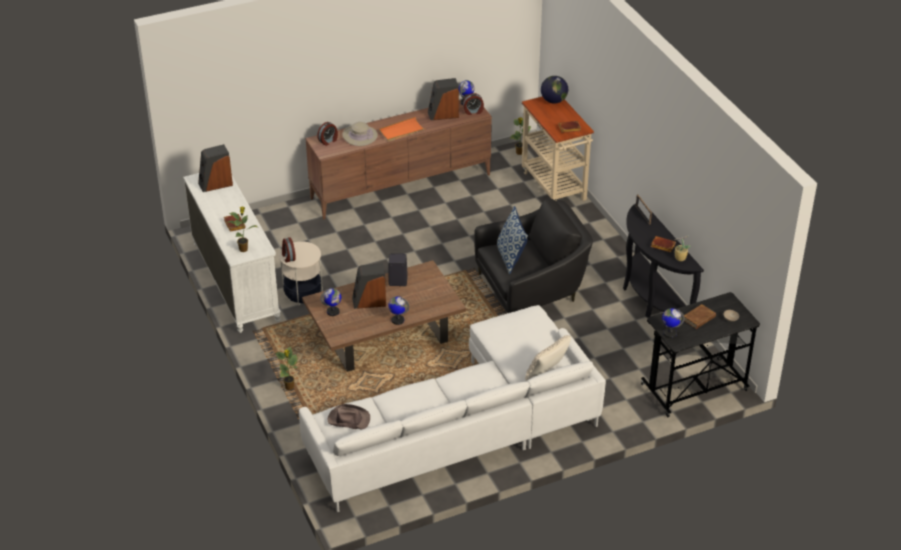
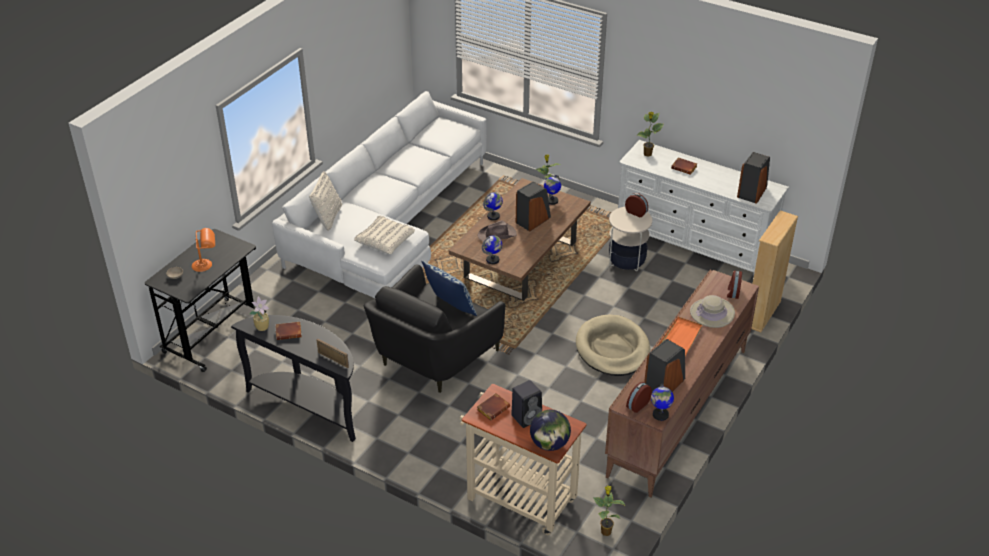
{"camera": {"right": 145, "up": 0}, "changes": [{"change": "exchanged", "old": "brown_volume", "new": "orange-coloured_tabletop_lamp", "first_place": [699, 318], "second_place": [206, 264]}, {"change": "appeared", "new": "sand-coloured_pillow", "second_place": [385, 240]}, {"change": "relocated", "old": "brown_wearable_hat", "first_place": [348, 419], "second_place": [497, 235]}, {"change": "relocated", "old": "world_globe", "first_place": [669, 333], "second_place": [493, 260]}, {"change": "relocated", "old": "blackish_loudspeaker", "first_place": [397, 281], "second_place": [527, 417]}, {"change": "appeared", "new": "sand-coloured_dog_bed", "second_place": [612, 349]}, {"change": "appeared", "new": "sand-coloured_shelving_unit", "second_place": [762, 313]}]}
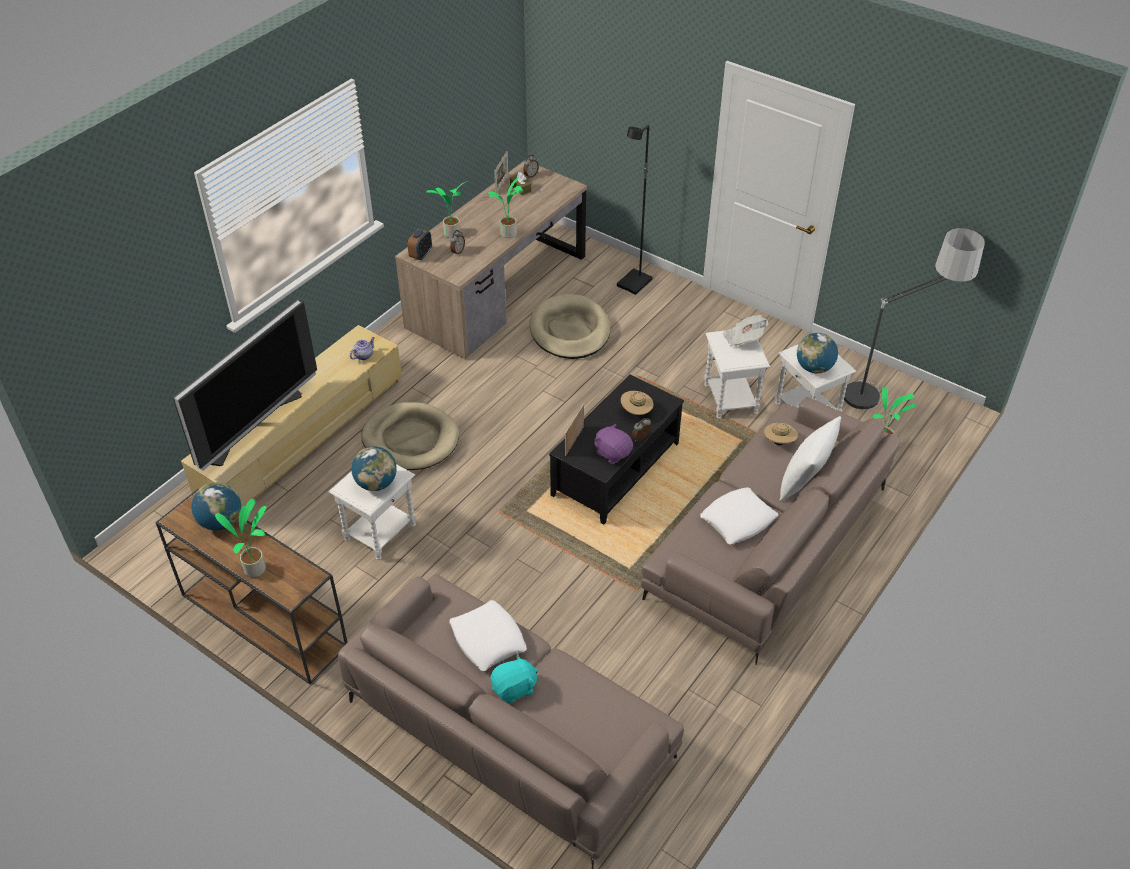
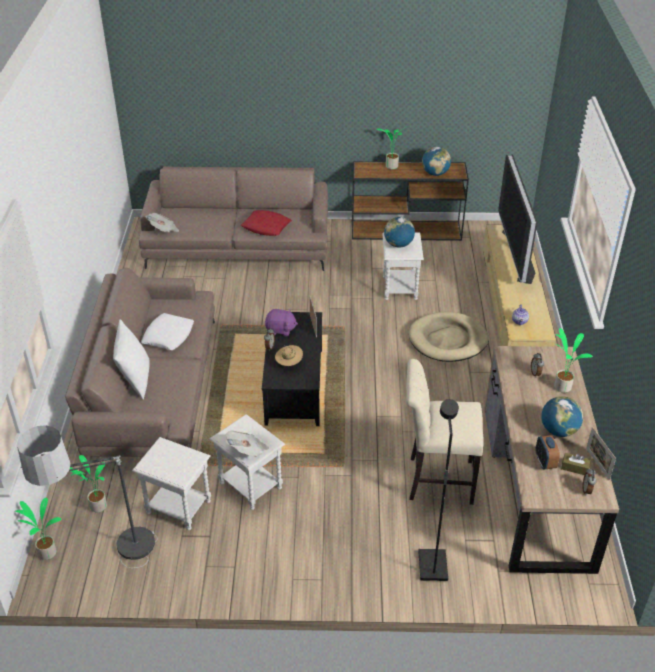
{"camera": {"right": 145, "up": -5}, "changes": [{"change": "relocated", "old": "houseplant", "first_place": [508, 234], "second_place": [47, 552]}, {"change": "appeared", "new": "printed_paper", "second_place": [163, 230]}, {"change": "colour", "old": "white-coloured_pillow", "new": "reddish_pillow", "first_place": [487, 639], "second_place": [266, 227]}, {"change": "exchanged", "old": "sand-coloured_dog_bed", "new": "sand-coloured_stool_seat", "first_place": [570, 330], "second_place": [436, 479]}, {"change": "relocated", "old": "bedside_clock", "first_place": [421, 255], "second_place": [545, 462]}, {"change": "relocated", "old": "world_globe", "first_place": [814, 368], "second_place": [558, 430]}, {"change": "missing", "old": "turquoise_cuddly_toy", "first_place": [514, 688]}, {"change": "missing", "old": "sand-coloured_wearable_hat", "first_place": [779, 442]}]}
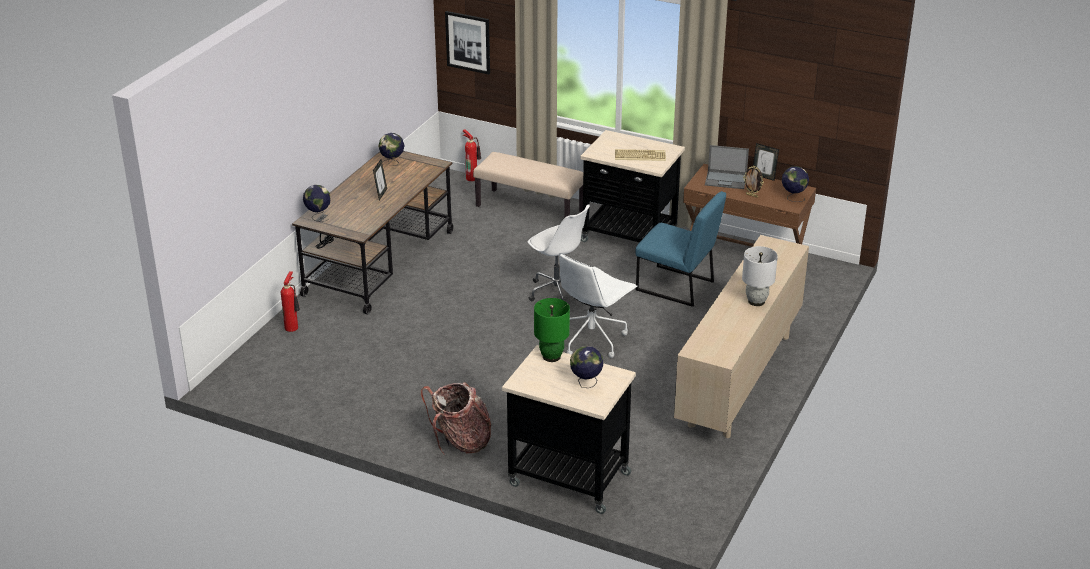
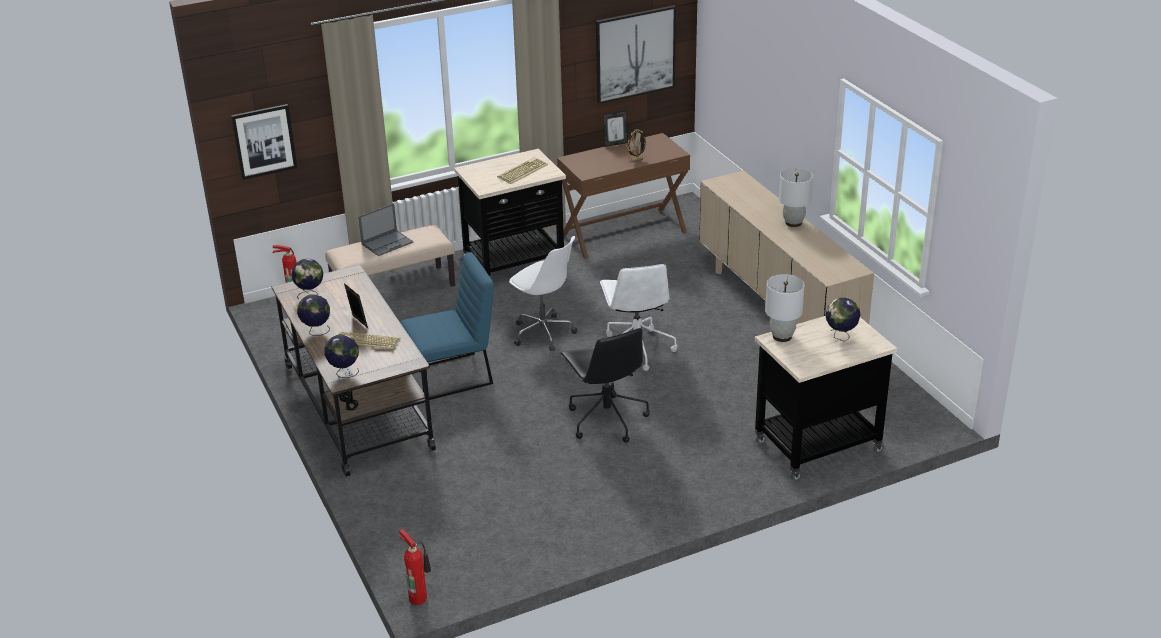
{"camera": {"right": -50, "up": 0}, "changes": [{"change": "relocated", "old": "world_globe", "first_place": [793, 198], "second_place": [316, 331]}, {"change": "appeared", "new": "keyboard", "second_place": [366, 342]}, {"change": "relocated", "old": "laptop", "first_place": [726, 180], "second_place": [387, 243]}, {"change": "relocated", "old": "fire_extinguisher", "first_place": [293, 327], "second_place": [418, 597]}, {"change": "relocated", "old": "blue-coloured_chair", "first_place": [677, 287], "second_place": [452, 376]}, {"change": "spun", "old": "white-coloured_computer_chair", "first_place": [558, 292], "second_place": [545, 334], "degrees": 45}, {"change": "appeared", "new": "blackish_computer_chair", "second_place": [605, 418]}, {"change": "appeared", "new": "picture", "second_place": [635, 54]}, {"change": "colour", "old": "green_tabletop_lamp", "new": "white-coloured_tabletop_lamp", "first_place": [551, 356], "second_place": [782, 336]}, {"change": "missing", "old": "knapsack", "first_place": [461, 442]}]}
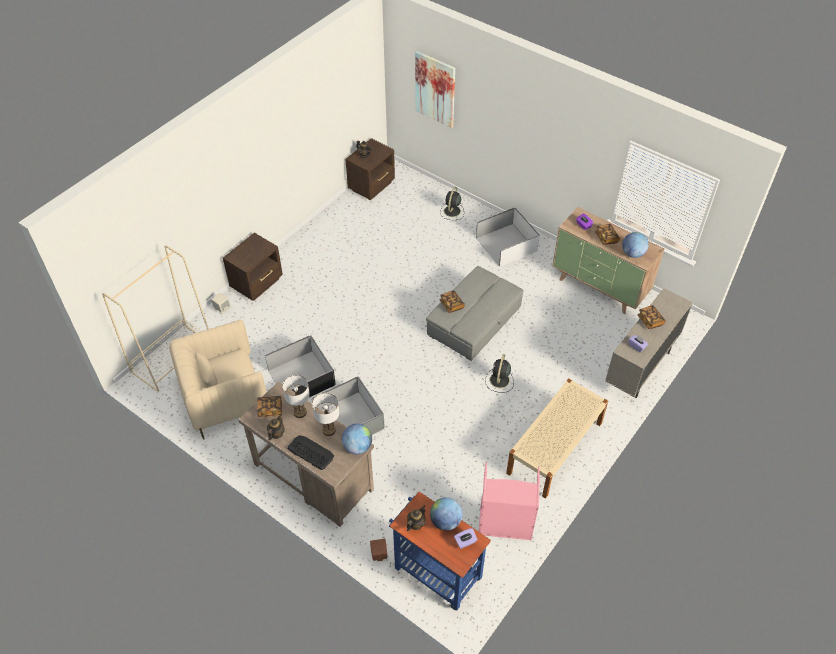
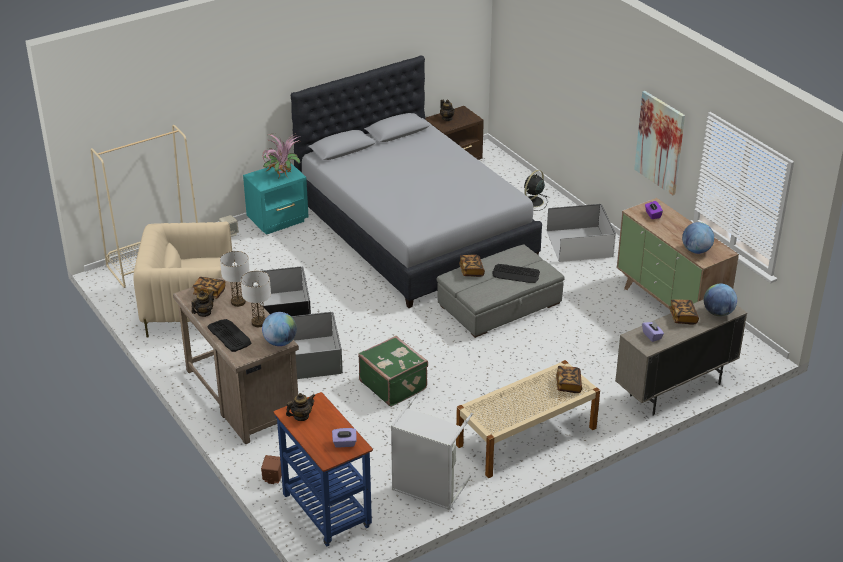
{"camera": {"right": 20, "up": -15}, "changes": [{"change": "colour", "old": "brown_nightstand", "new": "turquoise_nightstand", "first_place": [258, 283], "second_place": [279, 221]}, {"change": "appeared", "new": "houseplant", "second_place": [281, 176]}, {"change": "appeared", "new": "grey_bedroom_bed", "second_place": [414, 230]}, {"change": "appeared", "new": "green_piece_of_luggage", "second_place": [393, 384]}, {"change": "colour", "old": "pinkish_laundry_basket", "new": "grey_laundry_basket", "first_place": [505, 524], "second_place": [428, 489]}, {"change": "appeared", "new": "keyboard", "second_place": [516, 274]}, {"change": "relocated", "old": "volume", "first_place": [606, 238], "second_place": [568, 385]}, {"change": "relocated", "old": "picture", "first_place": [435, 89], "second_place": [660, 142]}, {"change": "relocated", "old": "world_globe", "first_place": [445, 521], "second_place": [718, 313]}, {"change": "missing", "old": "blackish_fan", "first_place": [499, 381]}]}
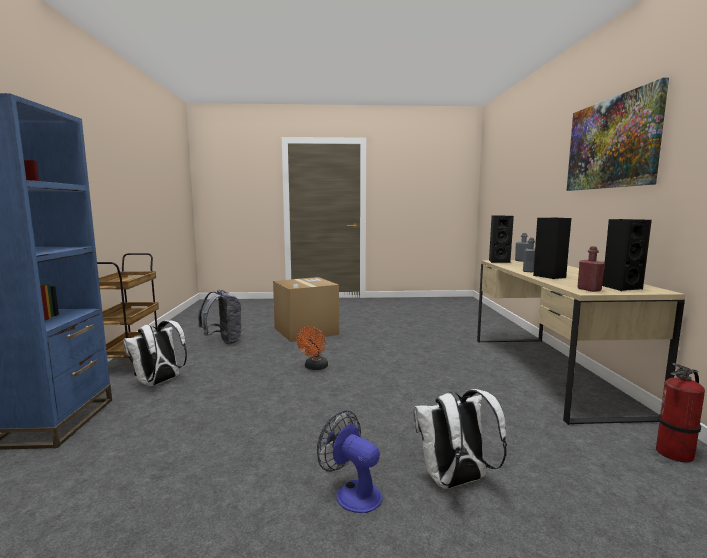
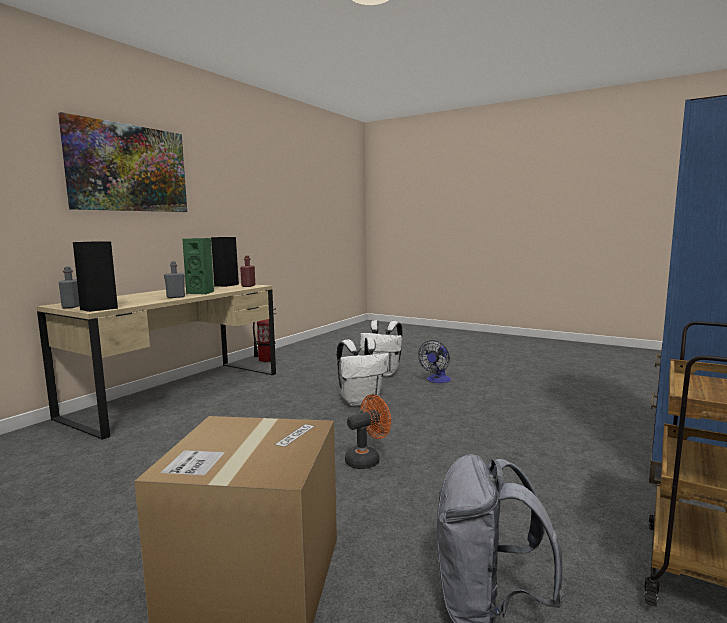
{"camera": {"right": -145, "up": 0}, "changes": [{"change": "colour", "old": "blackish_loudspeaker", "new": "green_loudspeaker", "first_place": [550, 276], "second_place": [202, 292]}, {"change": "relocated", "old": "white-coloured_knapsack", "first_place": [159, 382], "second_place": [361, 401]}, {"change": "spun", "old": "fan", "first_place": [352, 492], "second_place": [437, 380], "degrees": 45}]}
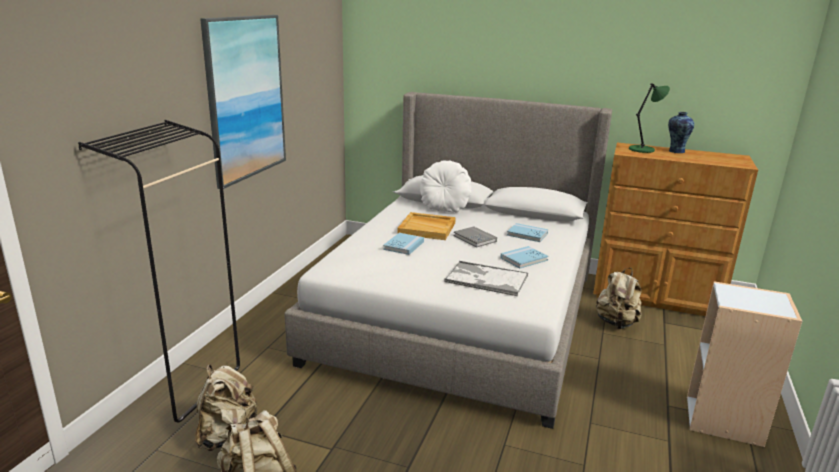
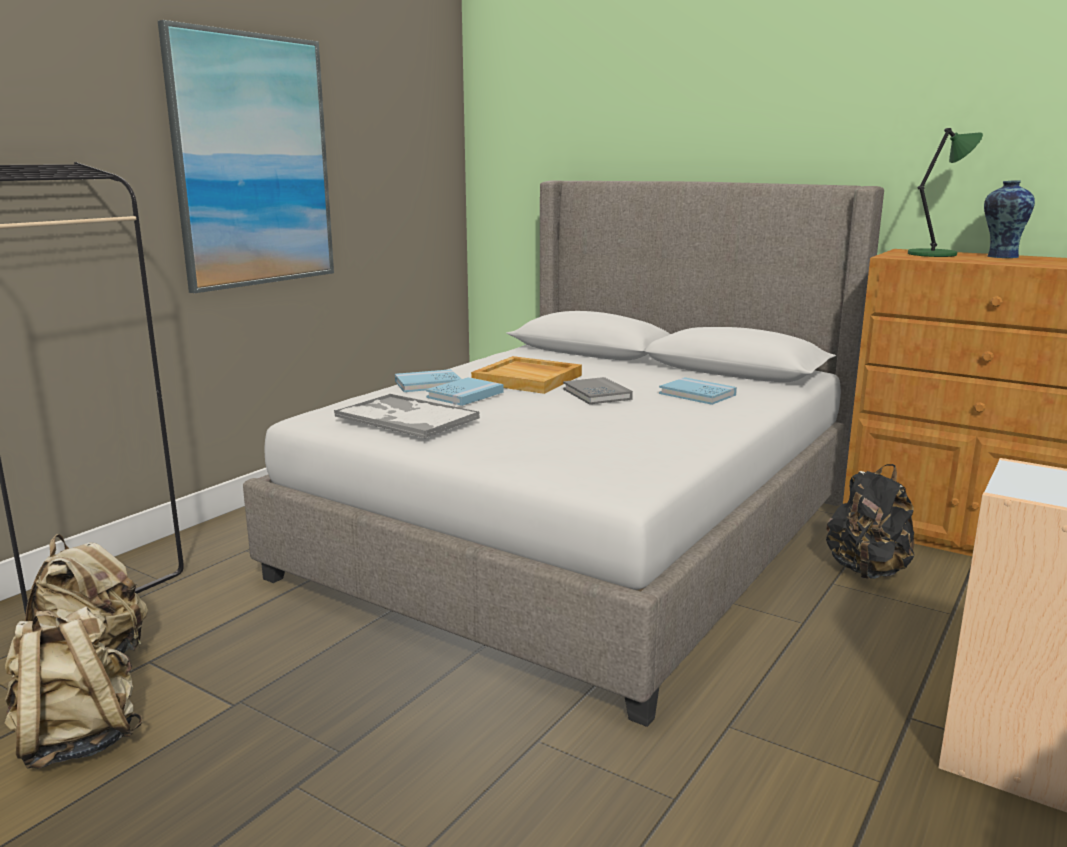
{"camera": {"right": 15, "up": -5}, "changes": [{"change": "relocated", "old": "tray", "first_place": [485, 279], "second_place": [405, 417]}, {"change": "relocated", "old": "blue-coloured_volume", "first_place": [524, 259], "second_place": [428, 384]}, {"change": "colour", "old": "sand-coloured_knapsack", "new": "blackish_knapsack", "first_place": [616, 323], "second_place": [867, 571]}, {"change": "missing", "old": "white-coloured_pillow", "first_place": [444, 209]}]}
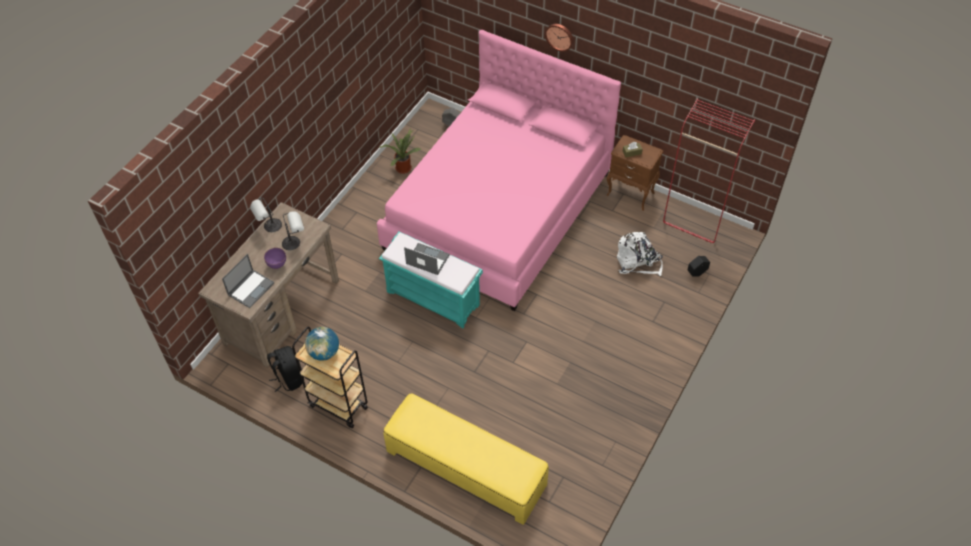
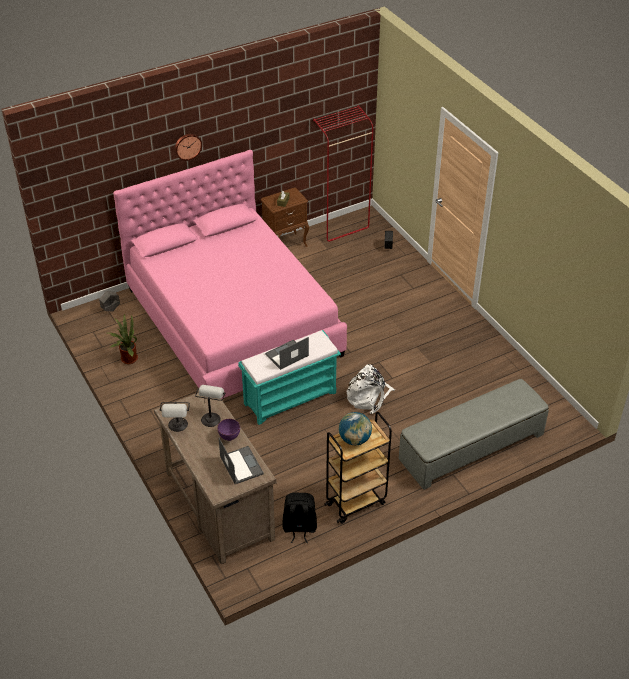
{"camera": {"right": -60, "up": -10}, "changes": [{"change": "relocated", "old": "white-coloured_knapsack", "first_place": [637, 262], "second_place": [368, 397]}, {"change": "colour", "old": "yellow_indoor_bench", "new": "grey_indoor_bench", "first_place": [465, 468], "second_place": [471, 447]}]}
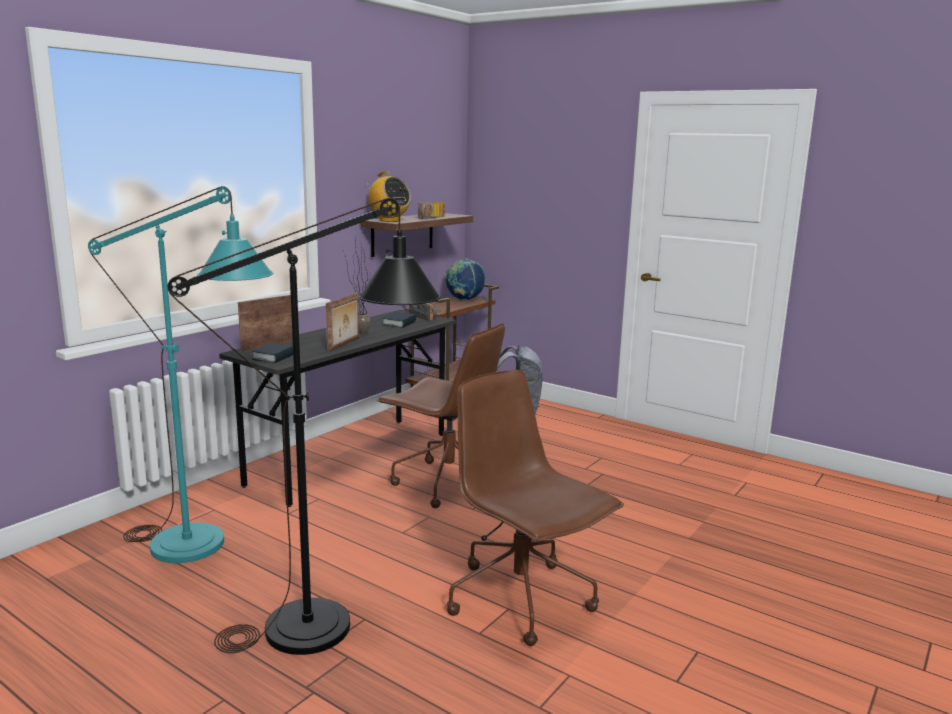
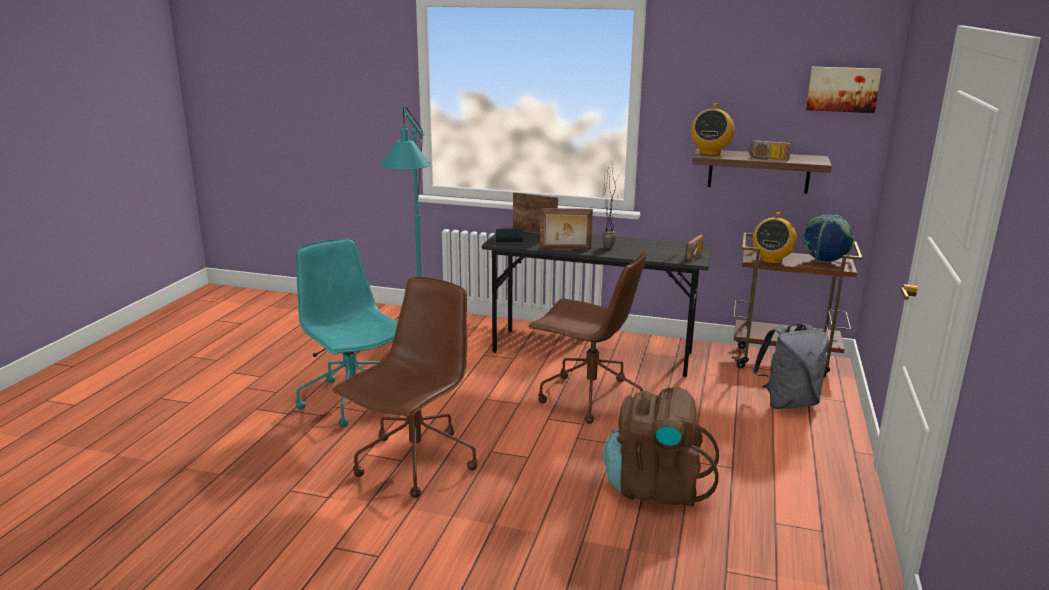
{"camera": {"right": 70, "up": 5}, "changes": [{"change": "exchanged", "old": "blackish_standard_lamp", "new": "turquoise_computer_chair", "first_place": [333, 624], "second_place": [355, 403]}, {"change": "spun", "old": "brown_computer_chair", "first_place": [444, 482], "second_place": [586, 397], "degrees": -75}, {"change": "appeared", "new": "brown_knapsack", "second_place": [655, 487]}, {"change": "appeared", "new": "radio_receiver", "second_place": [771, 260]}, {"change": "appeared", "new": "picture", "second_place": [842, 89]}, {"change": "missing", "old": "volume", "first_place": [399, 323]}]}
